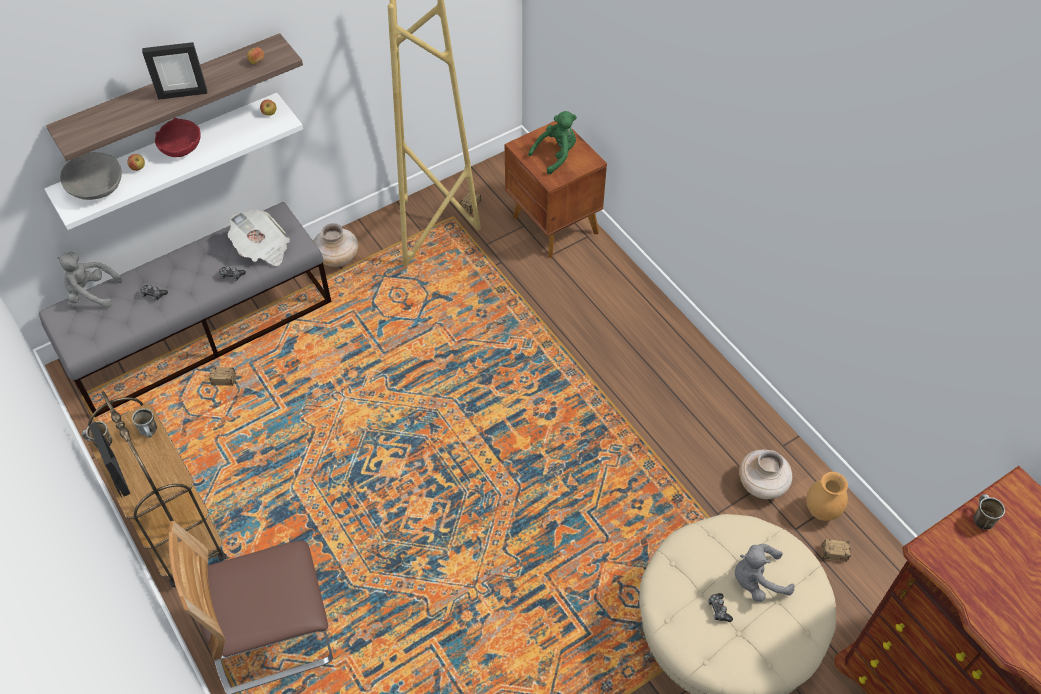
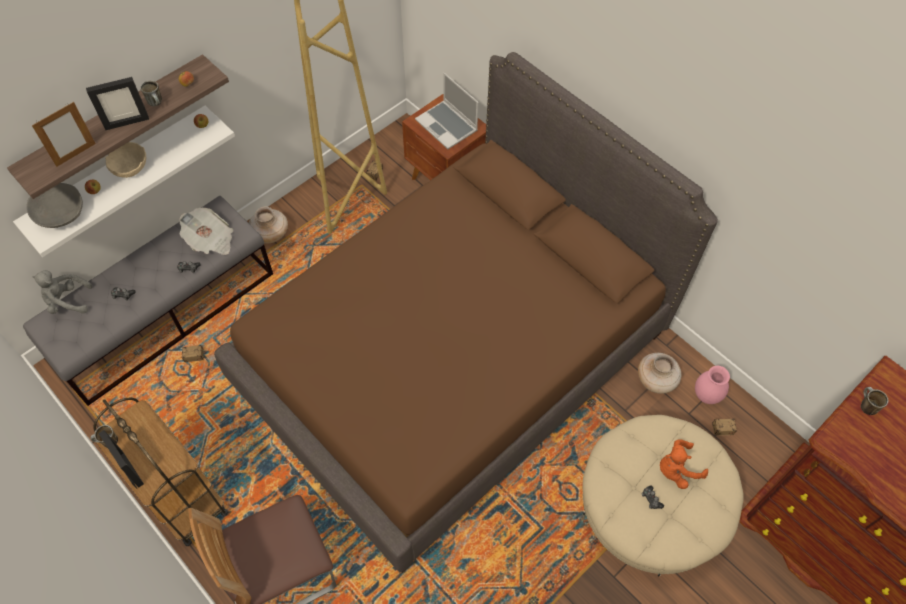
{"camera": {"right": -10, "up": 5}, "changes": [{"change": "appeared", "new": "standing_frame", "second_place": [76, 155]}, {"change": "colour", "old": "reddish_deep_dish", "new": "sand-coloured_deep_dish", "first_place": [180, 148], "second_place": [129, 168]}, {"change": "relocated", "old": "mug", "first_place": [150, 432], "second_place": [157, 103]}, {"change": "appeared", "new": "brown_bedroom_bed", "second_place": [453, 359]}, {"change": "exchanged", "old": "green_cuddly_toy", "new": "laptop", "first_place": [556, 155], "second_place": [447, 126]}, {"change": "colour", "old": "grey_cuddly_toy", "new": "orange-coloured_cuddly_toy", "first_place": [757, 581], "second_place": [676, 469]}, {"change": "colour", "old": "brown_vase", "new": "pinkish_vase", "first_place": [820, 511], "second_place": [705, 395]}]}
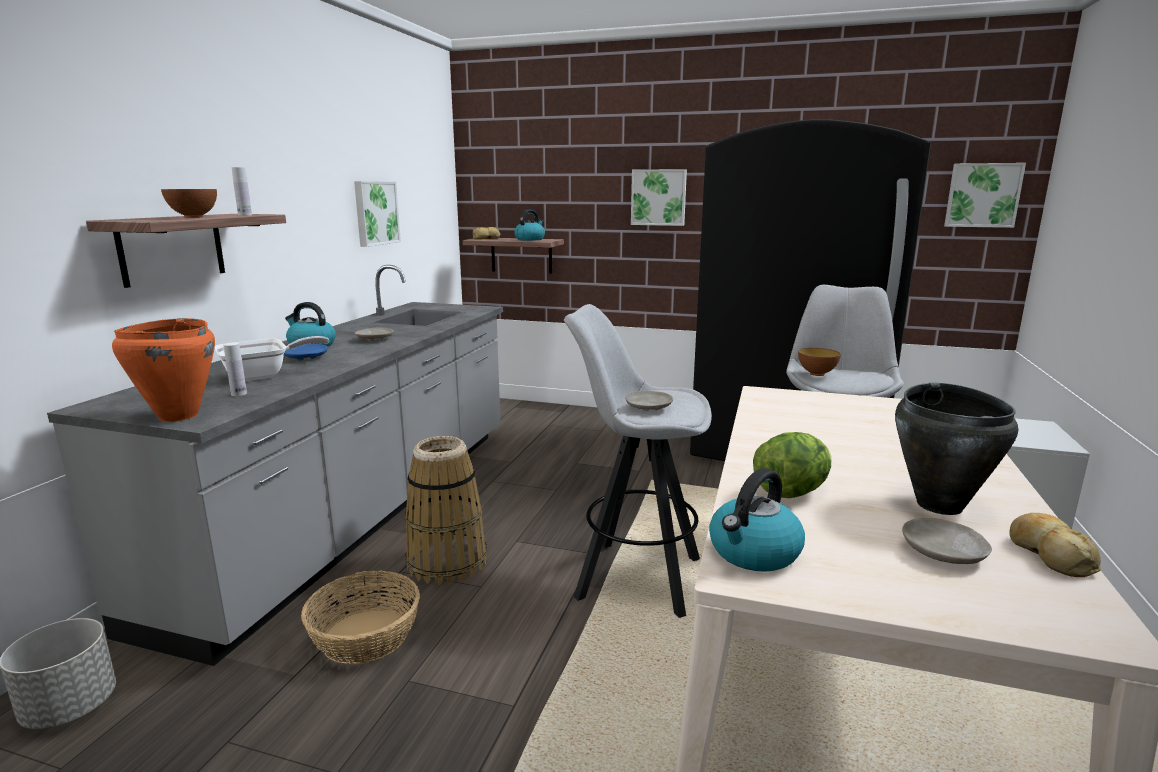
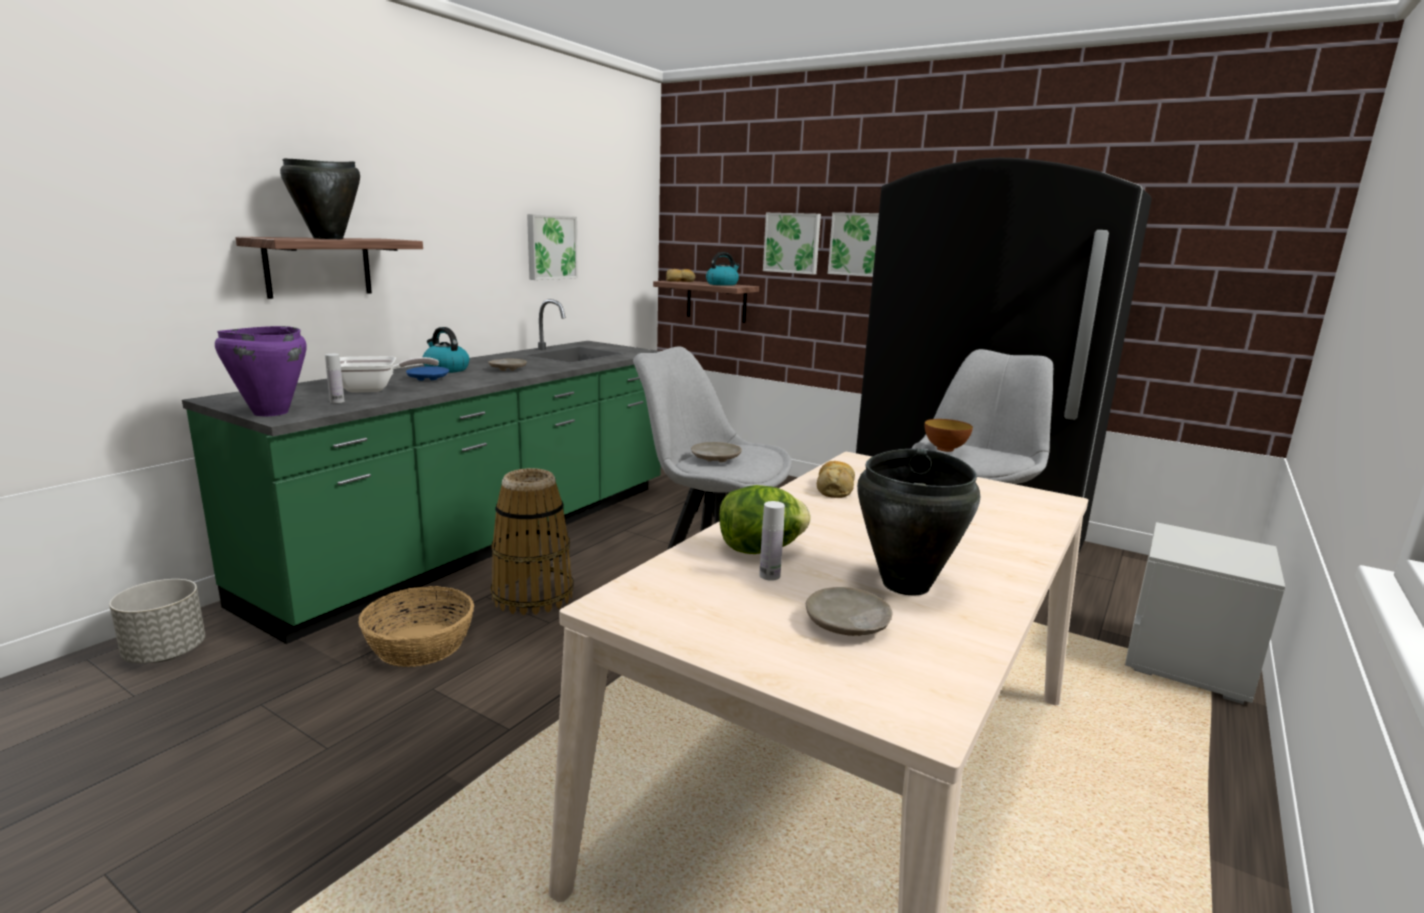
{"camera": {"right": 15, "up": 0}, "changes": [{"change": "colour", "old": "grey_counter", "new": "green_counter", "first_place": [362, 511], "second_place": [486, 539]}, {"change": "colour", "old": "orange-coloured_saucepot", "new": "purple-coloured_saucepot", "first_place": [177, 416], "second_place": [270, 413]}, {"change": "exchanged", "old": "deep_dish", "new": "blackish_saucepot", "first_place": [193, 217], "second_place": [329, 238]}, {"change": "relocated", "old": "white-coloured_beverage_bottle", "first_place": [245, 215], "second_place": [769, 575]}, {"change": "relocated", "old": "picture", "first_place": [982, 195], "second_place": [792, 243]}, {"change": "relocated", "old": "baked_bread", "first_place": [1050, 554], "second_place": [835, 488]}, {"change": "missing", "old": "water_kettle", "first_place": [754, 553]}]}
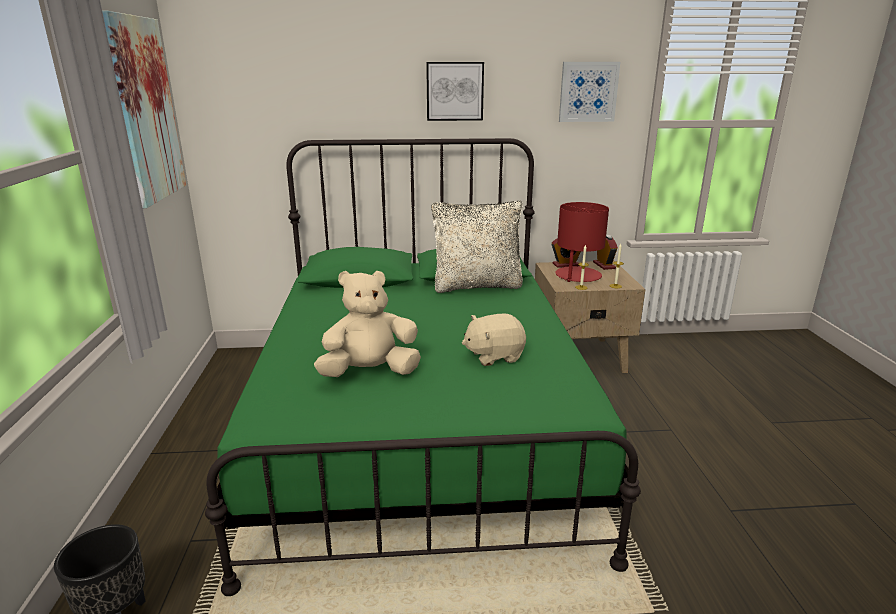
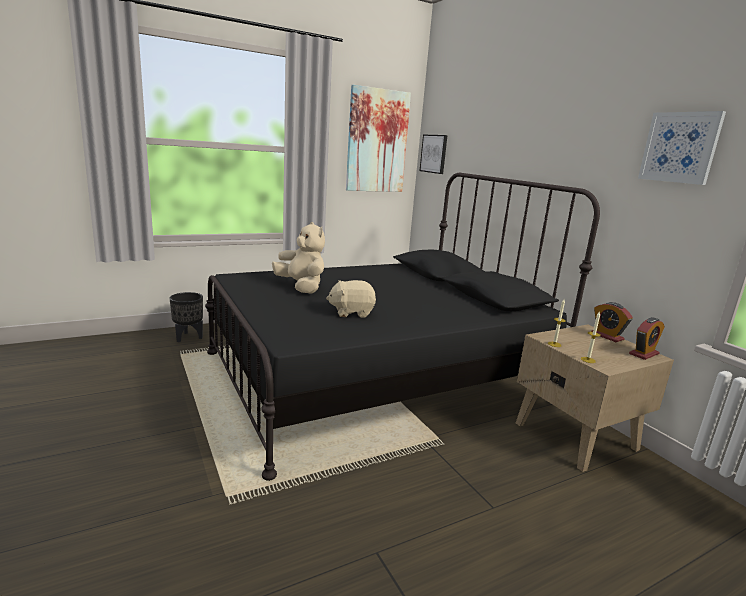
{"camera": {"right": 65, "up": -5}, "changes": [{"change": "colour", "old": "green_bedroom_bed", "new": "blackish_bedroom_bed", "first_place": [421, 428], "second_place": [377, 376]}, {"change": "spun", "old": "sand-coloured_cuddly_toy", "first_place": [494, 356], "second_place": [351, 312], "degrees": -60}, {"change": "relocated", "old": "picture", "first_place": [454, 91], "second_place": [434, 154]}, {"change": "missing", "old": "sand-coloured_pillow", "first_place": [478, 287]}, {"change": "missing", "old": "reddish_tabletop_lamp", "first_place": [577, 276]}]}
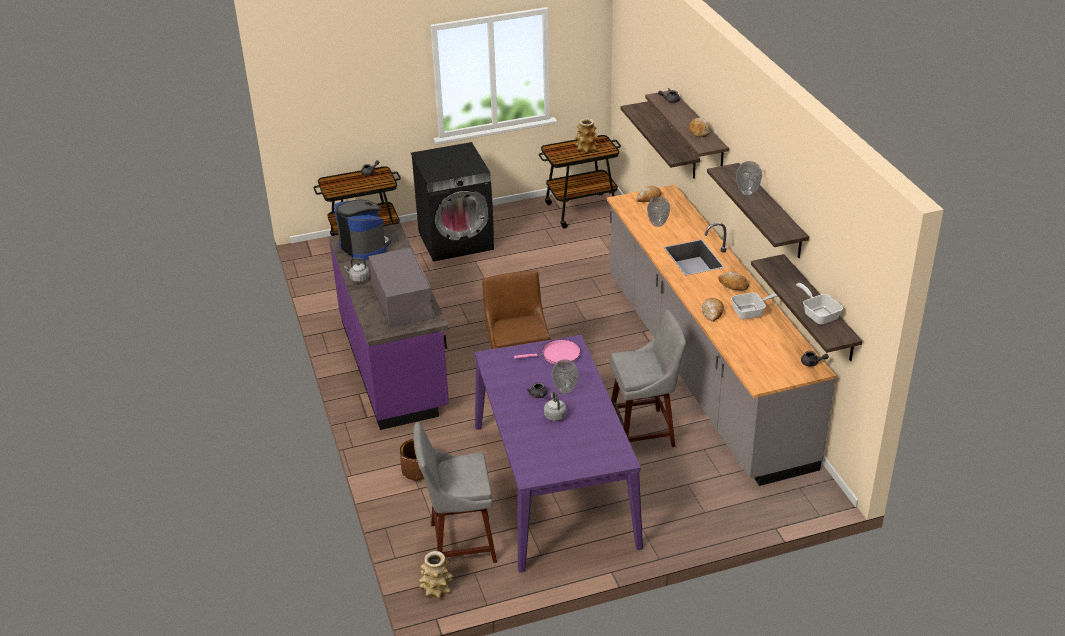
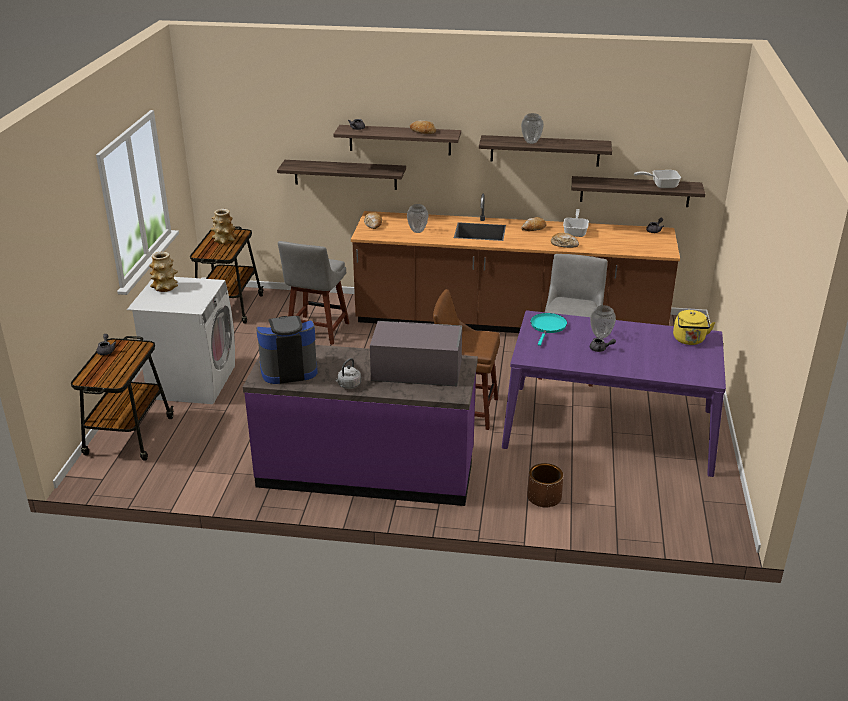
{"camera": {"right": -65, "up": -5}, "changes": [{"change": "colour", "old": "blackish_laundry_appliance", "new": "white-coloured_laundry_appliance", "first_place": [456, 239], "second_place": [191, 381]}, {"change": "relocated", "old": "vase", "first_place": [436, 589], "second_place": [165, 288]}, {"change": "relocated", "old": "grey_chair", "first_place": [458, 542], "second_place": [316, 331]}, {"change": "colour", "old": "grey_counter", "new": "brown_counter", "first_place": [703, 368], "second_place": [509, 322]}, {"change": "colour", "old": "pinkish_frying_pan", "new": "turquoise_frying_pan", "first_place": [557, 355], "second_place": [548, 327]}, {"change": "appeared", "new": "yellow_water_kettle", "second_place": [689, 340]}, {"change": "missing", "old": "grey_water_kettle", "first_place": [555, 415]}]}
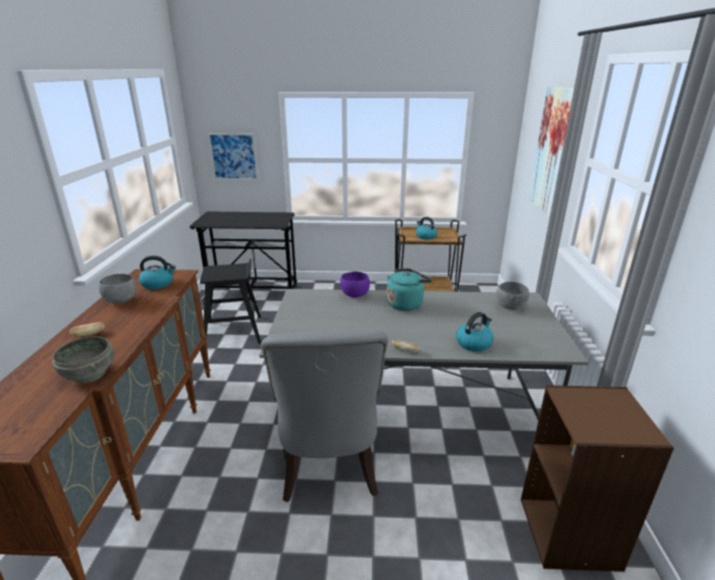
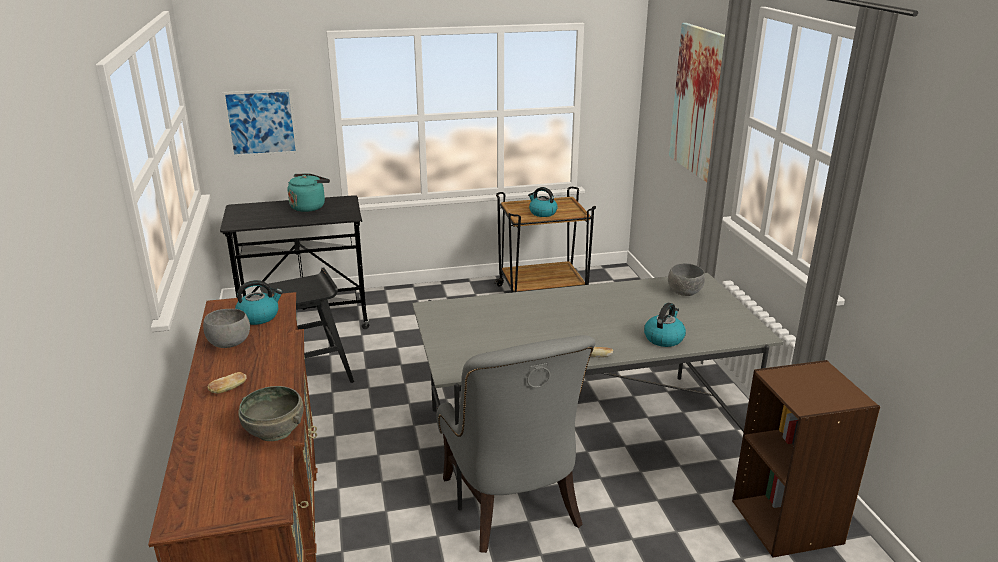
{"camera": {"right": -15, "up": 0}, "changes": [{"change": "relocated", "old": "turquoise_water_kettle", "first_place": [406, 303], "second_place": [309, 207]}, {"change": "missing", "old": "purple-coloured_deep_dish", "first_place": [354, 295]}]}
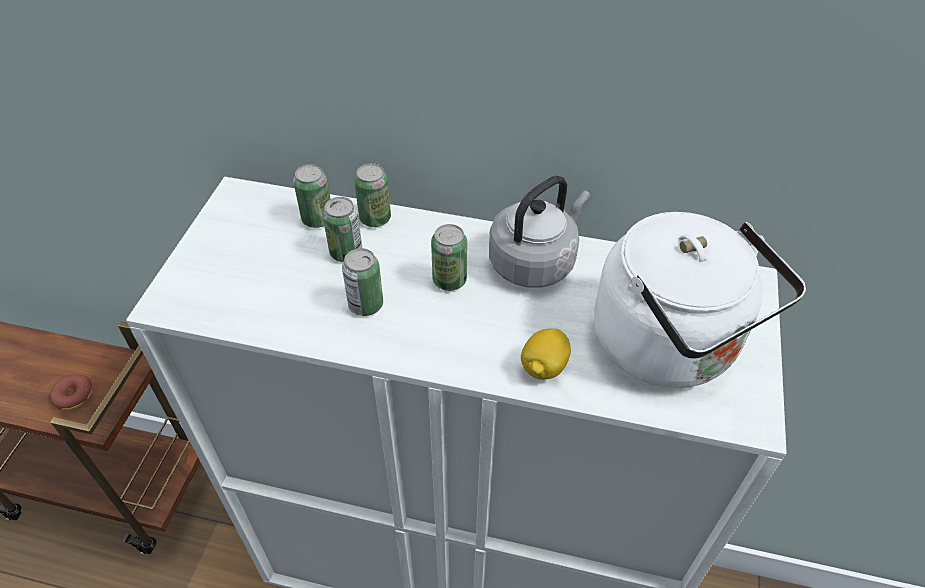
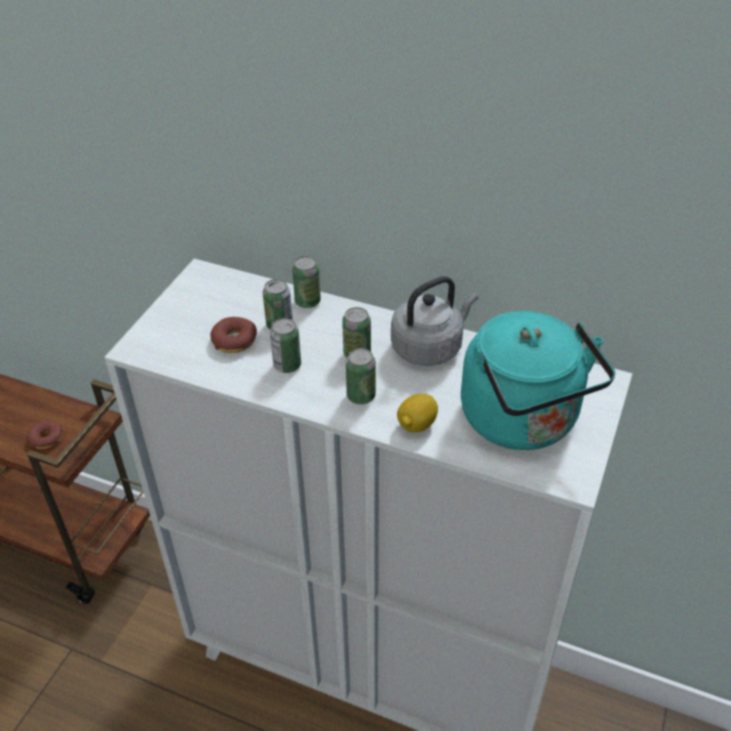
{"camera": {"right": 10, "up": -5}, "changes": [{"change": "appeared", "new": "doughnut", "second_place": [234, 341]}, {"change": "relocated", "old": "sealed_can", "first_place": [317, 219], "second_place": [361, 396]}, {"change": "colour", "old": "white-coloured_water_kettle", "new": "turquoise_water_kettle", "first_place": [671, 347], "second_place": [524, 421]}]}
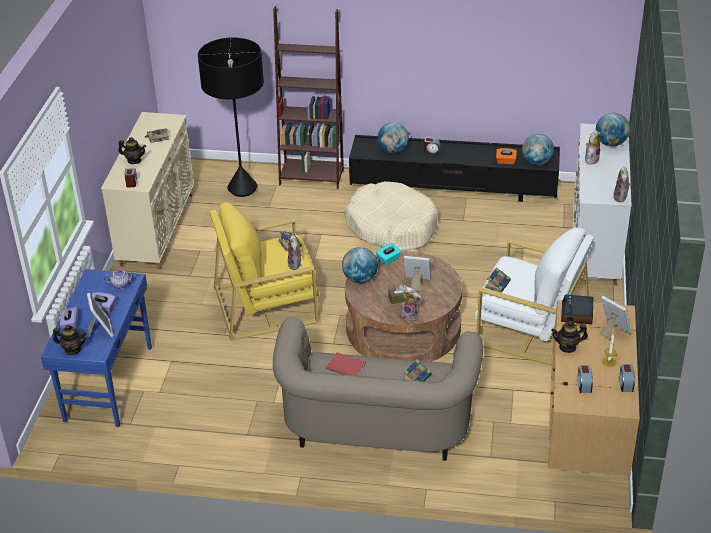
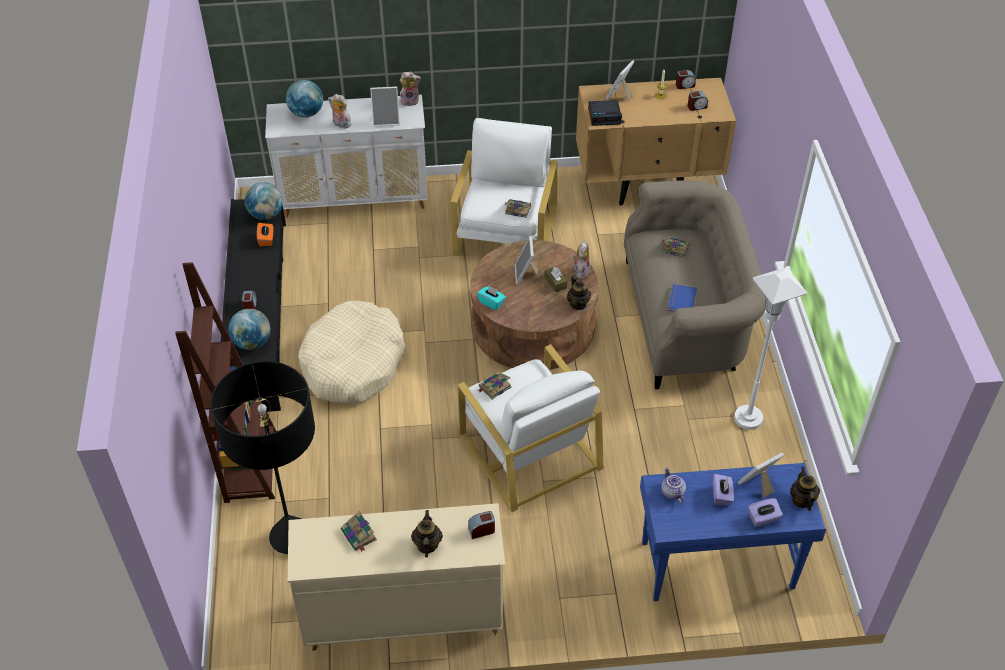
{"camera": {"right": -105, "up": 10}, "changes": [{"change": "appeared", "new": "standing_frame", "second_place": [386, 120]}, {"change": "colour", "old": "yellow_lounge_chair", "new": "white-coloured_lounge_chair", "first_place": [266, 304], "second_place": [529, 450]}, {"change": "relocated", "old": "pot_for_tea", "first_place": [568, 347], "second_place": [578, 304]}, {"change": "colour", "old": "reddish_volume", "new": "blue-coloured_volume", "first_place": [346, 366], "second_place": [680, 300]}, {"change": "appeared", "new": "white-coloured_standard_lamp", "second_place": [748, 418]}, {"change": "missing", "old": "cuddly_toy", "first_place": [296, 265]}, {"change": "missing", "old": "world_globe", "first_place": [360, 279]}]}
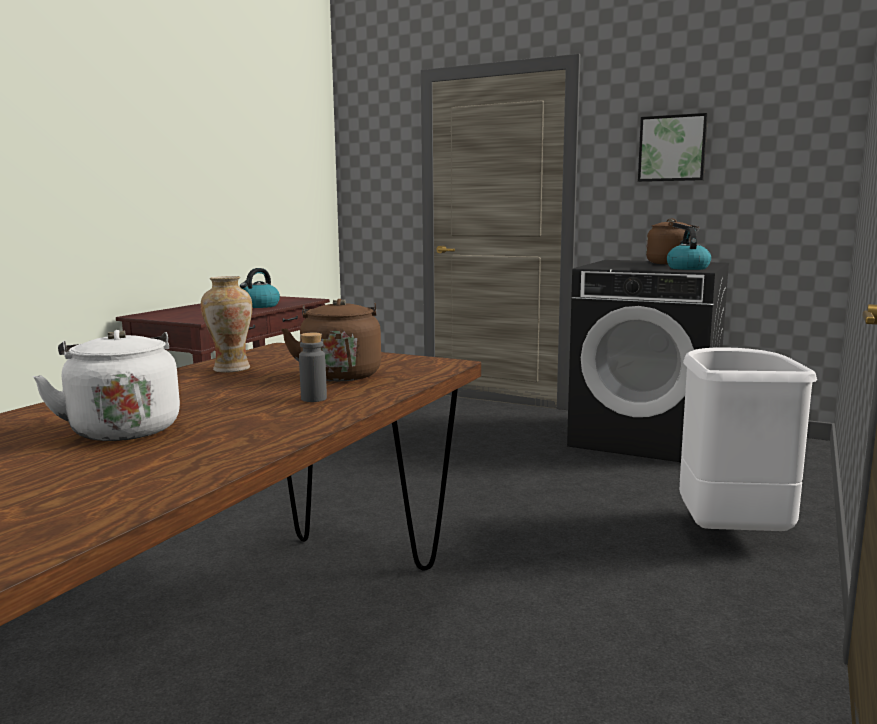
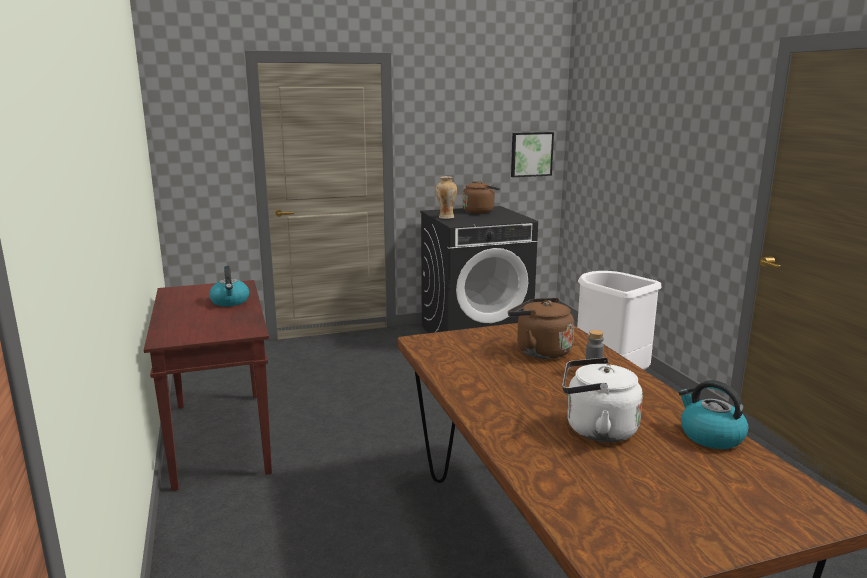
{"camera": {"right": -45, "up": 5}, "changes": [{"change": "relocated", "old": "vase", "first_place": [231, 369], "second_place": [446, 217]}, {"change": "relocated", "old": "picture", "first_place": [672, 148], "second_place": [531, 154]}, {"change": "relocated", "old": "water_kettle", "first_place": [687, 268], "second_place": [710, 436]}]}
